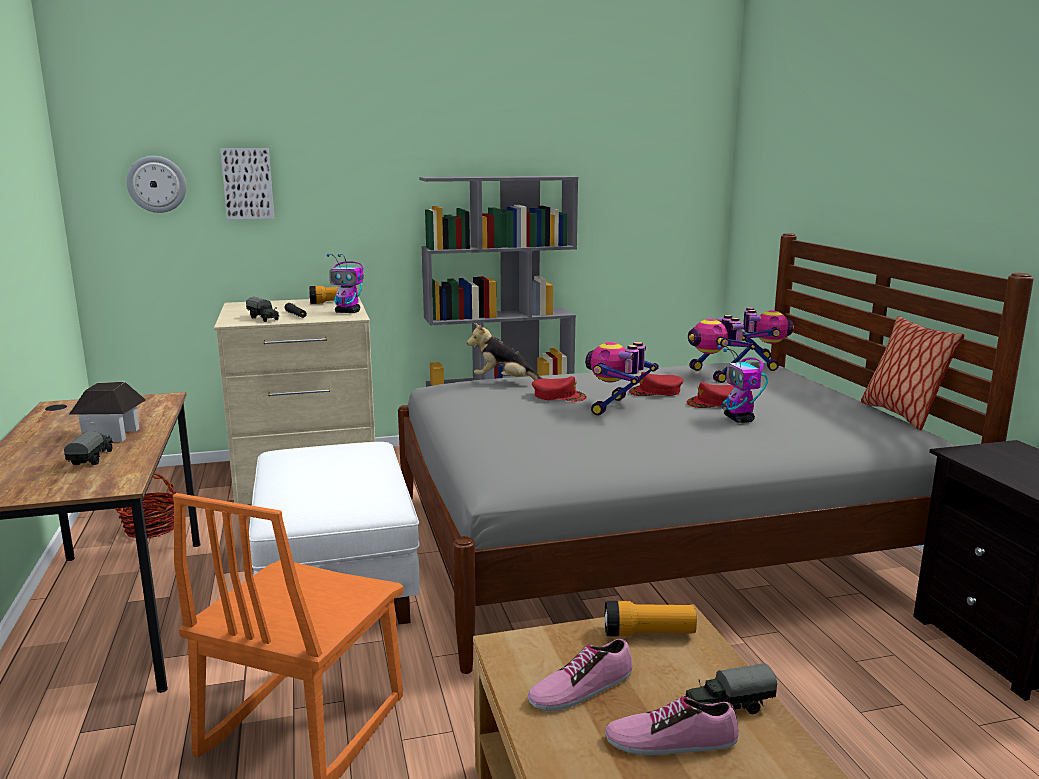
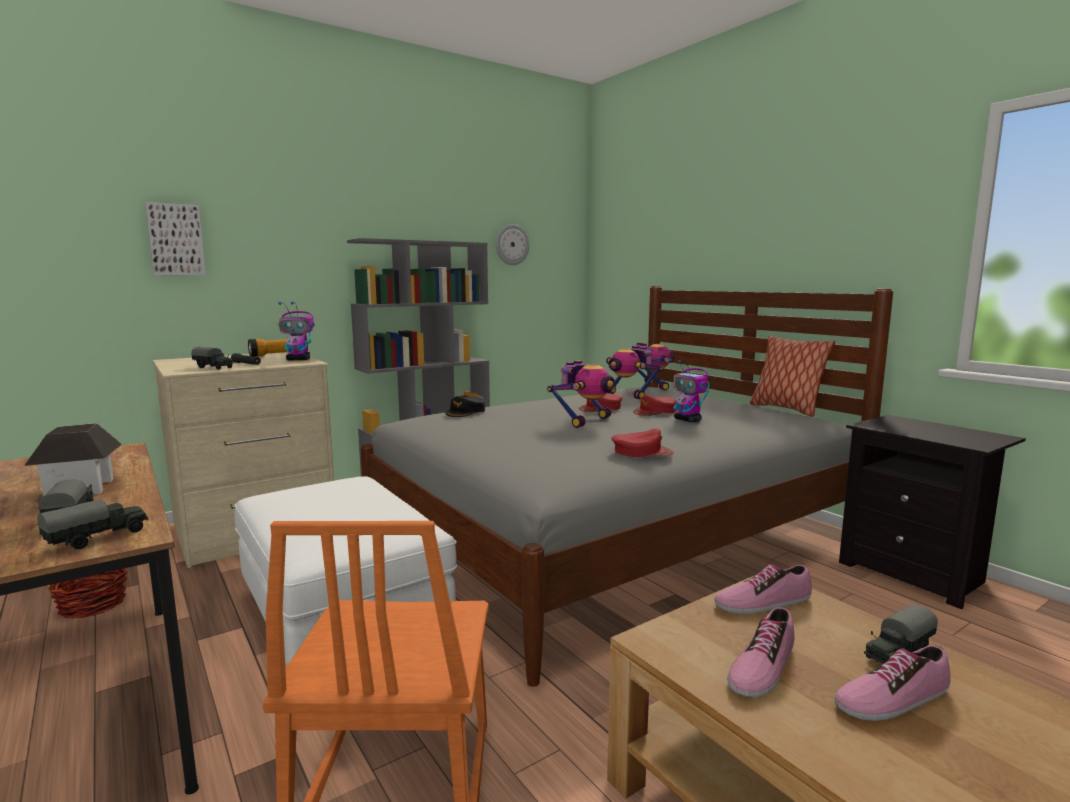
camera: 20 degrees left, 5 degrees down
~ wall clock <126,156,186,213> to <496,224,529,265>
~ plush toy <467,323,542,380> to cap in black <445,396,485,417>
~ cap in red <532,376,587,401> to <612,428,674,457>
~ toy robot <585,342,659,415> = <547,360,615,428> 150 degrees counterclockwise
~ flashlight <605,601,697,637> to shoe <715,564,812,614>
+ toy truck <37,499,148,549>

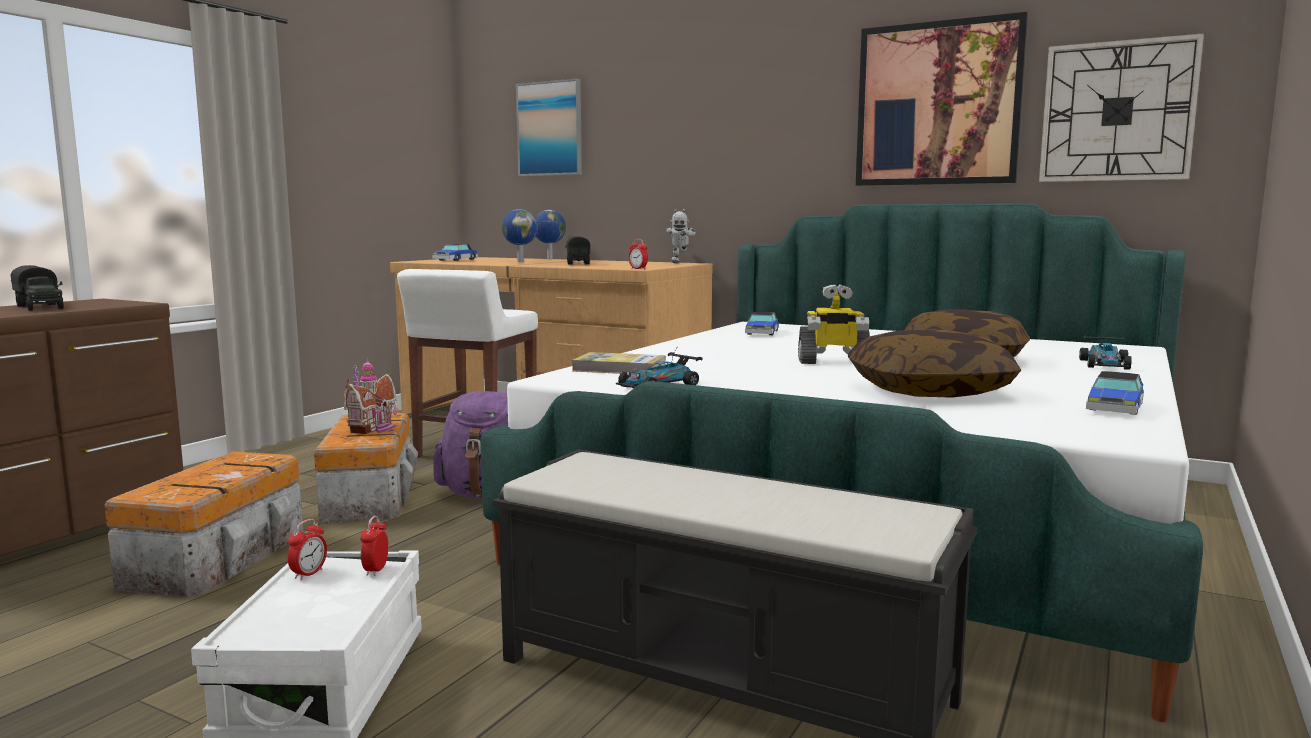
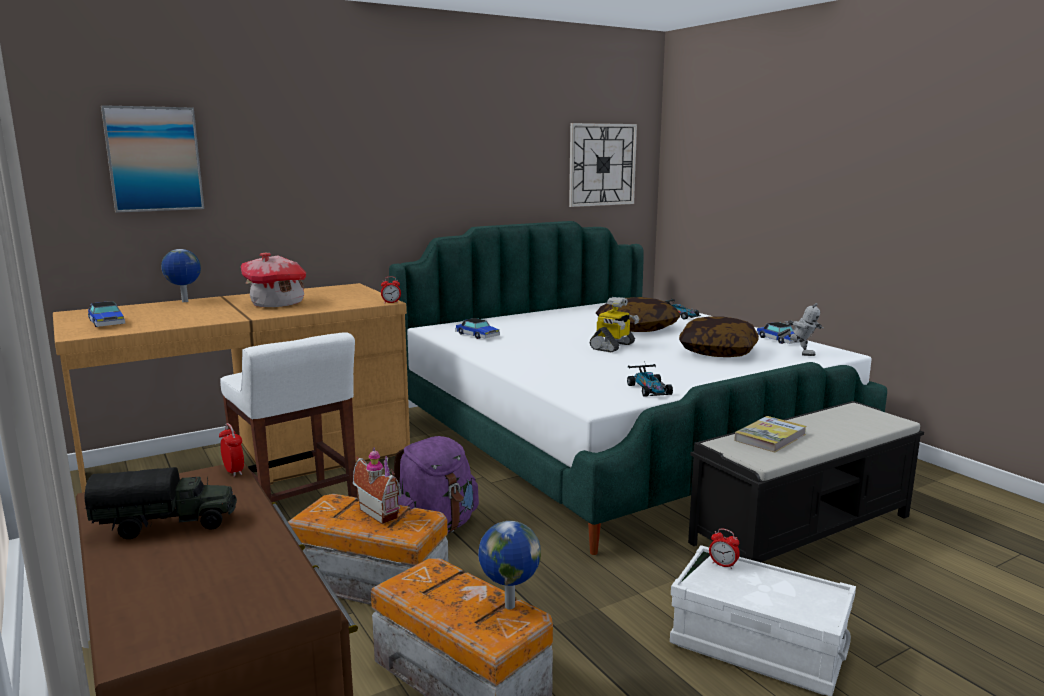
camera: 60 degrees left, 5 degrees up
~ alarm clock <288,519,327,580> to <219,423,244,477>
~ globe <502,209,538,262> to <478,521,541,609>
~ toy truck <565,236,590,265> to toy house <241,253,306,307>
~ book <572,352,666,374> to <734,416,807,453>
~ toy robot <666,209,696,263> to <777,303,824,356>
- picture <856,12,1028,186>

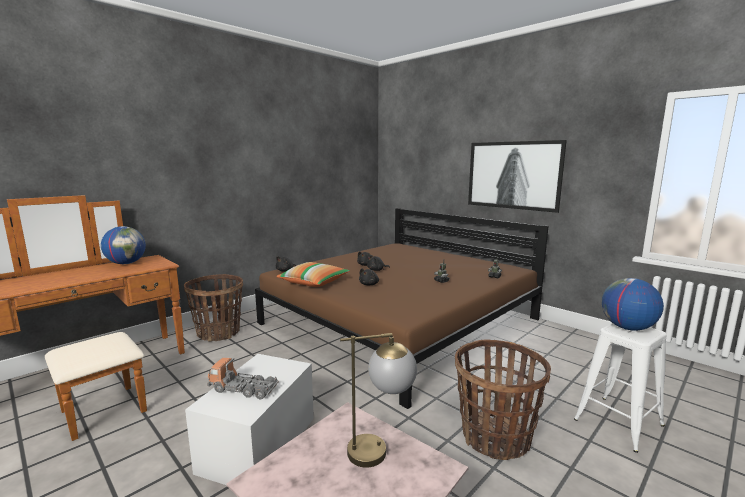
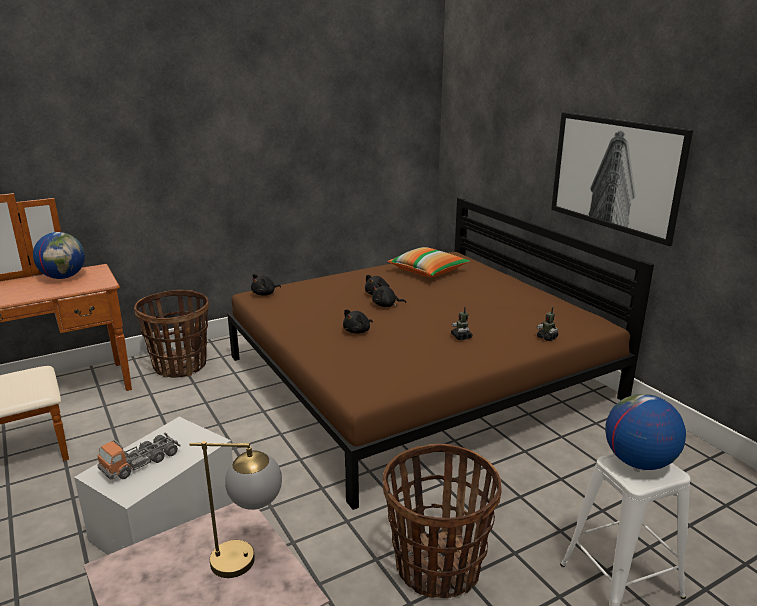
camera: 15 degrees right, 10 degrees up
~ toy truck <207,358,279,399> = <97,432,181,480> 75 degrees counterclockwise
~ pillow <276,262,349,287> to <387,247,470,277>

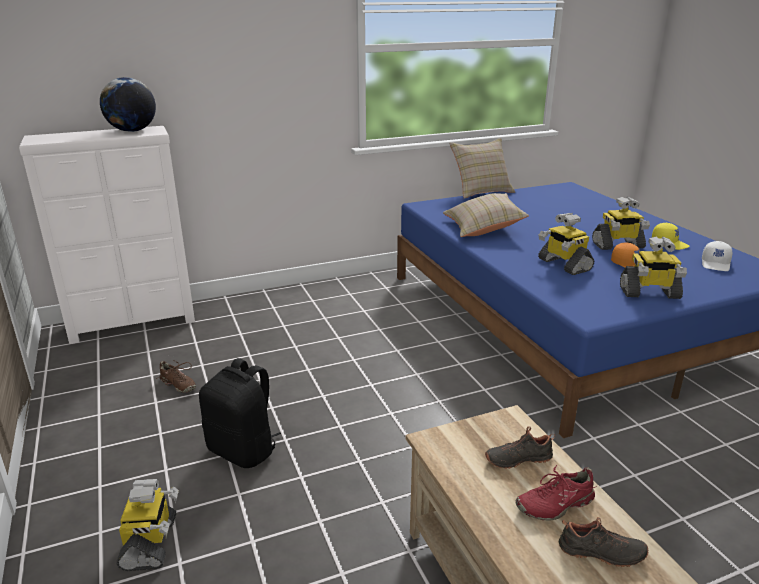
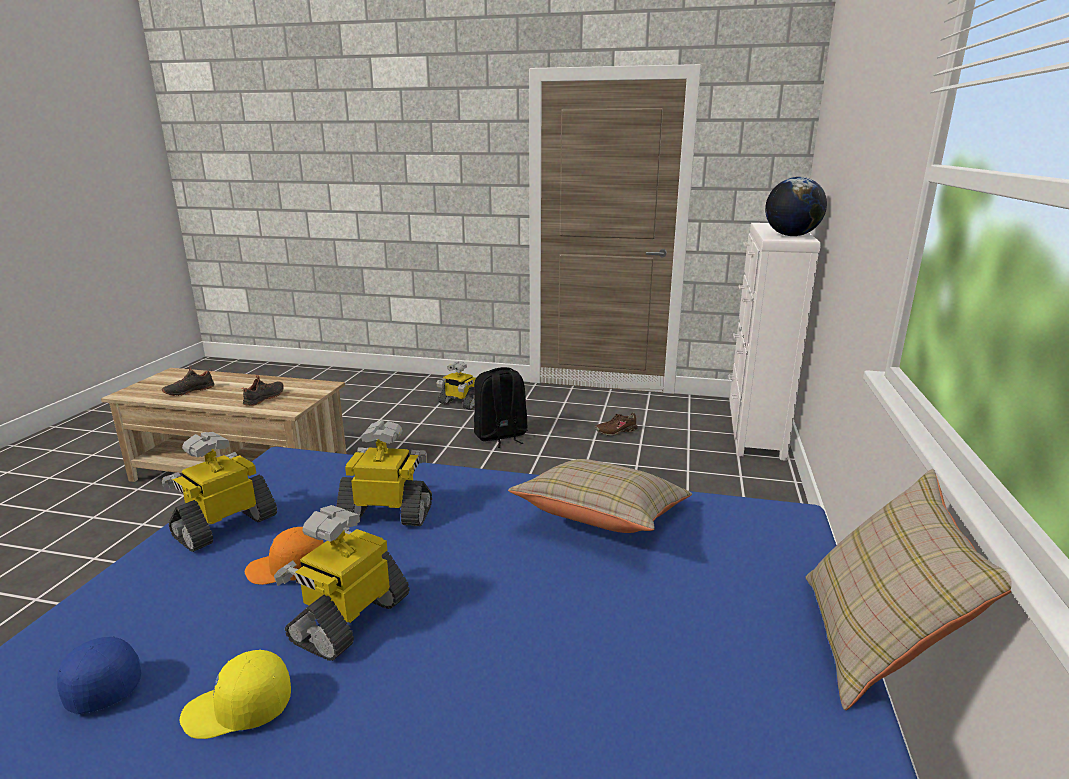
camera: 125 degrees right, 5 degrees down
- shoe in red <516,465,597,521>
~ cap in white <702,241,732,271> to cap in blue <57,636,141,714>

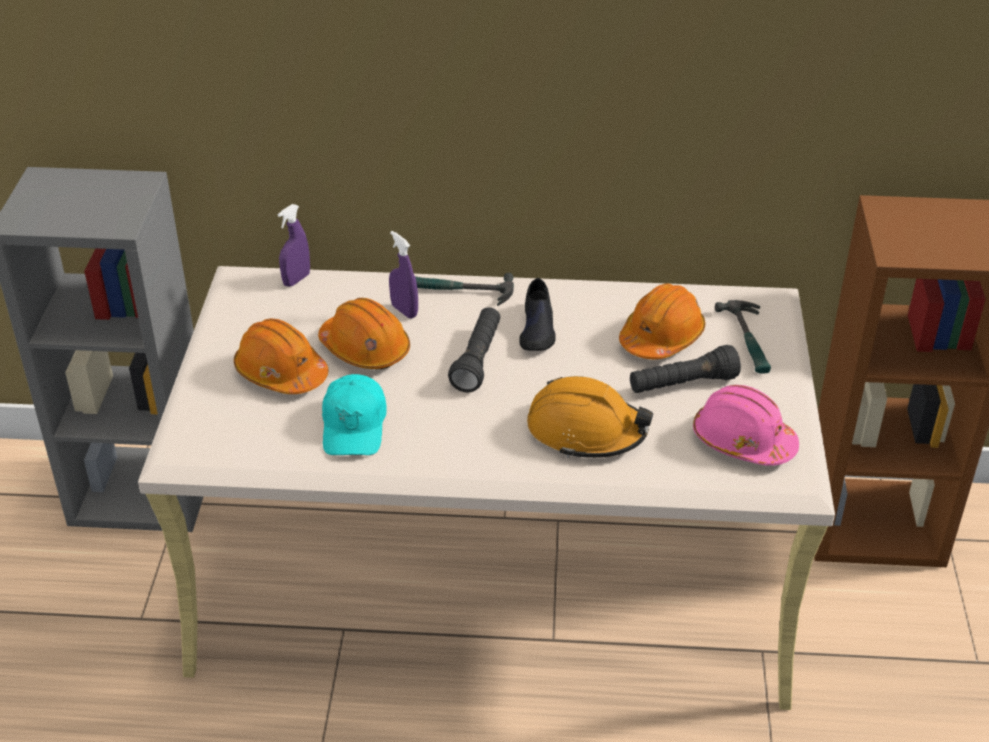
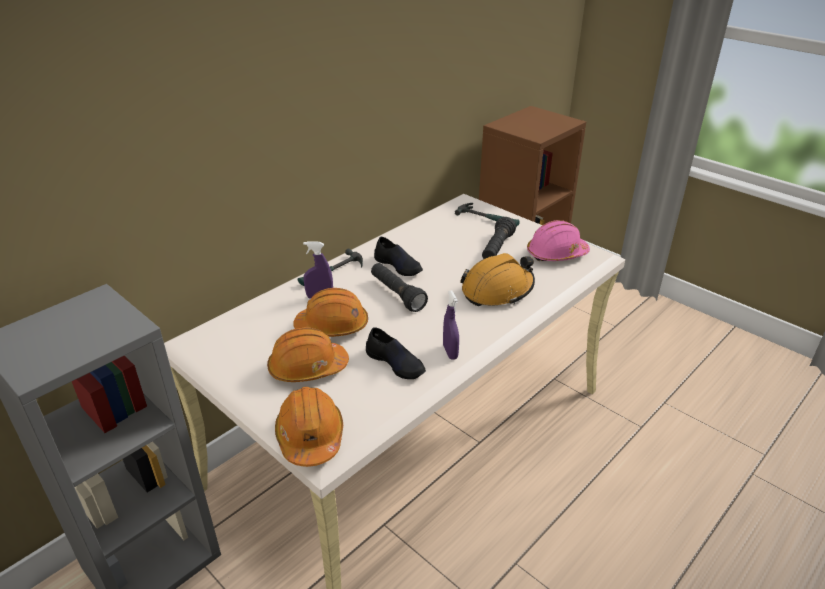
camera: 50 degrees left, 5 degrees down
~ spray bottle in purple <278,204,310,287> to <443,290,459,359>
~ cap in turquoise <322,374,387,455> to shoe in black <366,327,426,379>
~ hard hat in orange <619,283,705,359> to <275,387,343,467>

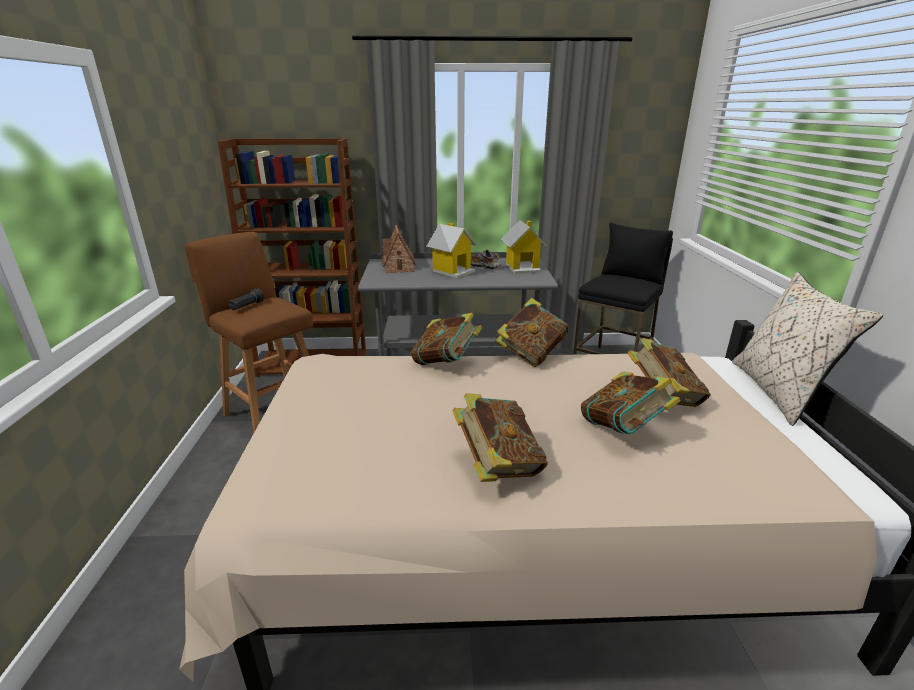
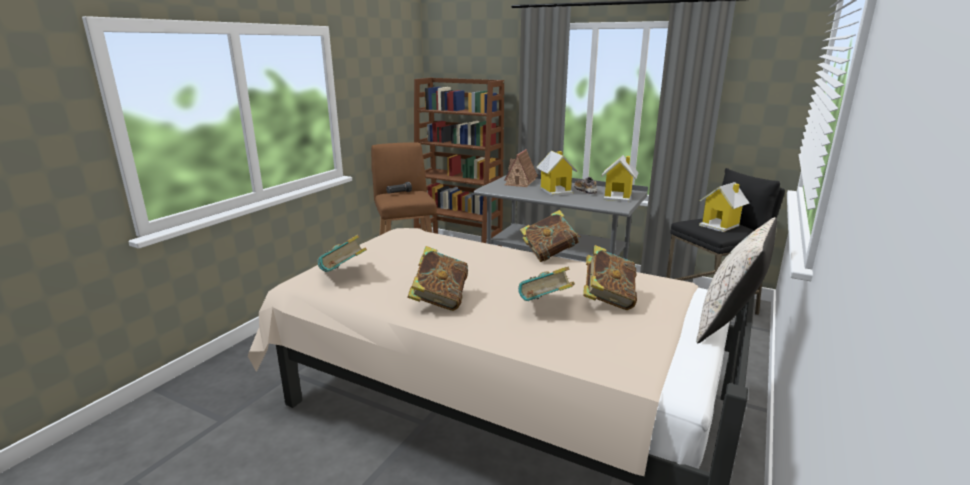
camera: 30 degrees right, 5 degrees down
~ book <411,313,482,365> to <317,235,367,272>
+ toy house <699,182,749,232>

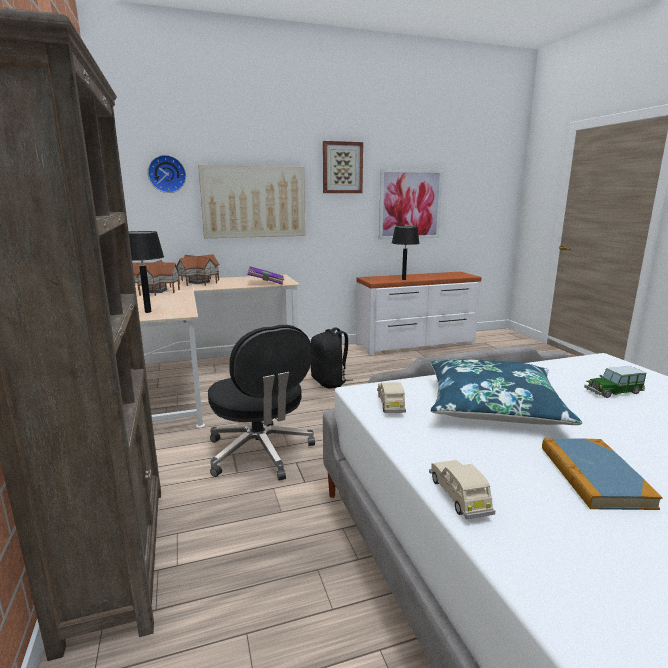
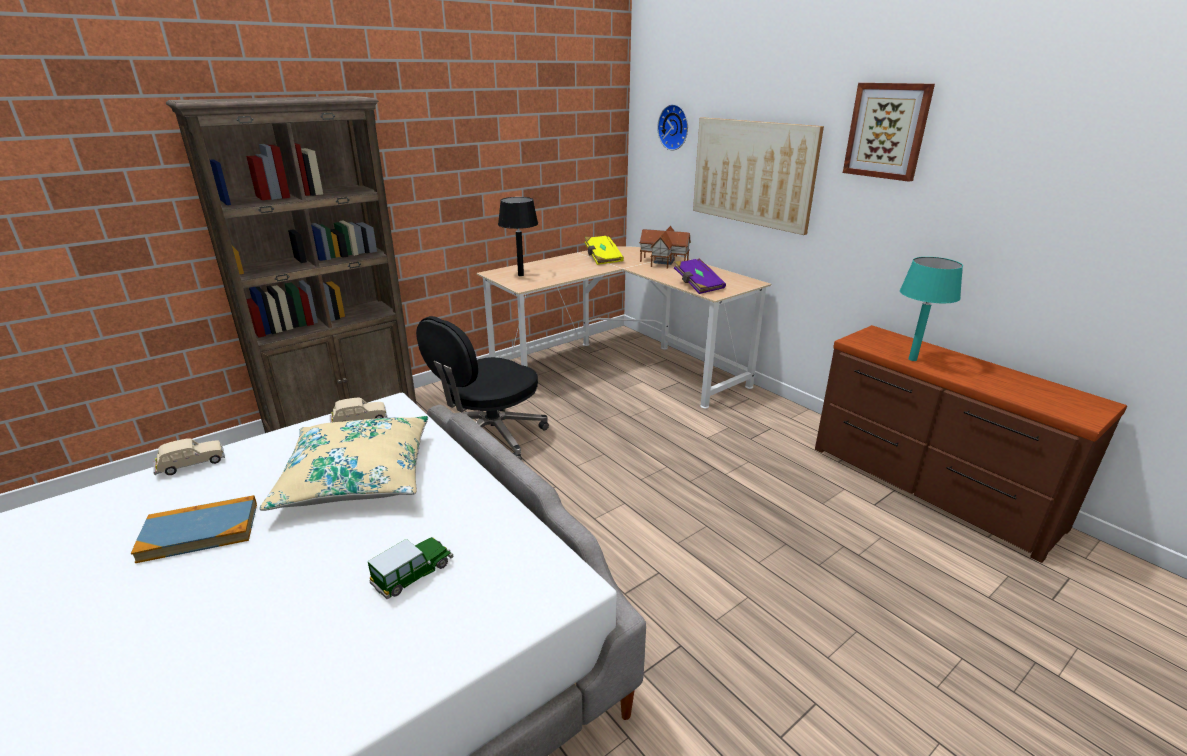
camera: 70 degrees right, 10 degrees up
~ toy house <132,260,180,296> to book in yellow <585,235,624,265>
- backpack in black <311,327,353,389>
~ dresser in white <356,272,482,355> to dresser in brown <815,325,1127,563>
- picture <379,169,443,240>
~ table lamp in black <392,226,420,280> to table lamp in turquoise <900,257,963,361>
~ pillow in blue <430,359,582,425> to pillow in beige <260,416,428,511>
~ toy car <584,366,646,398> = <368,537,454,599> 75 degrees clockwise

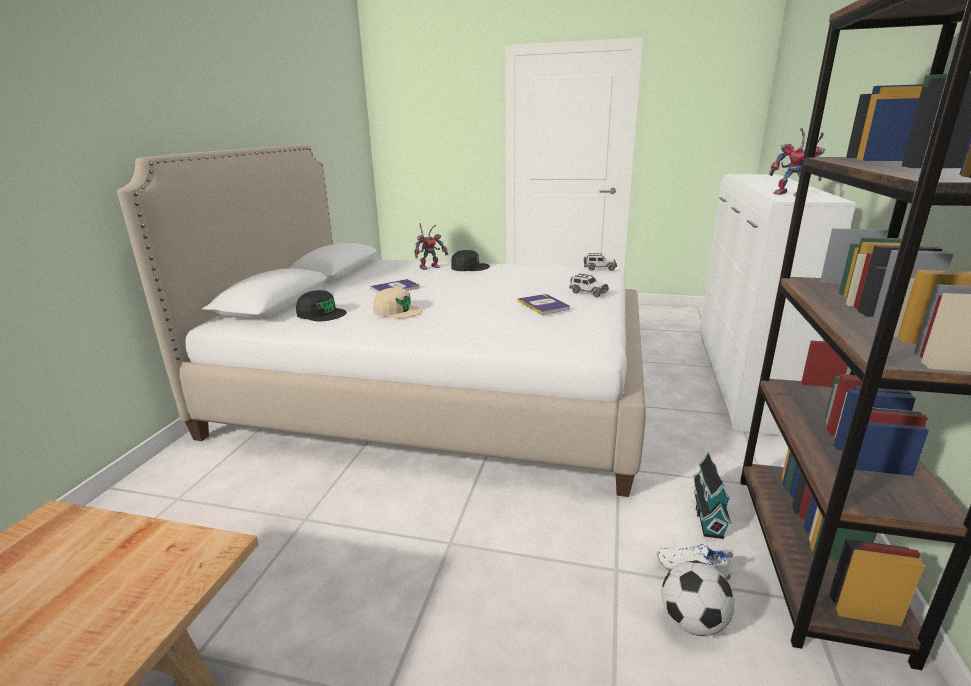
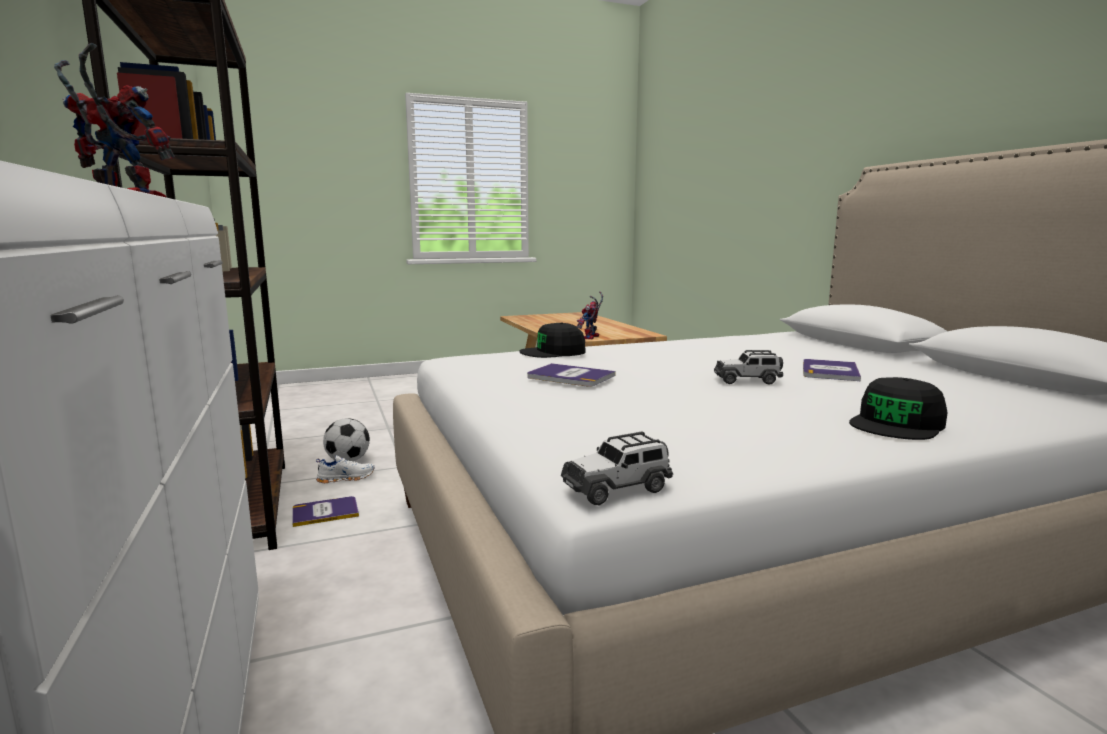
camera: 145 degrees right, 10 degrees down
~ cap in black <296,290,347,321> to <519,323,585,358>
- cap in beige <373,287,423,319>
~ toy robot <414,223,448,270> to <577,291,603,339>
~ toy car <569,273,609,297> to <714,350,783,384>
~ toy house <693,452,732,539> to book <292,496,359,527>

